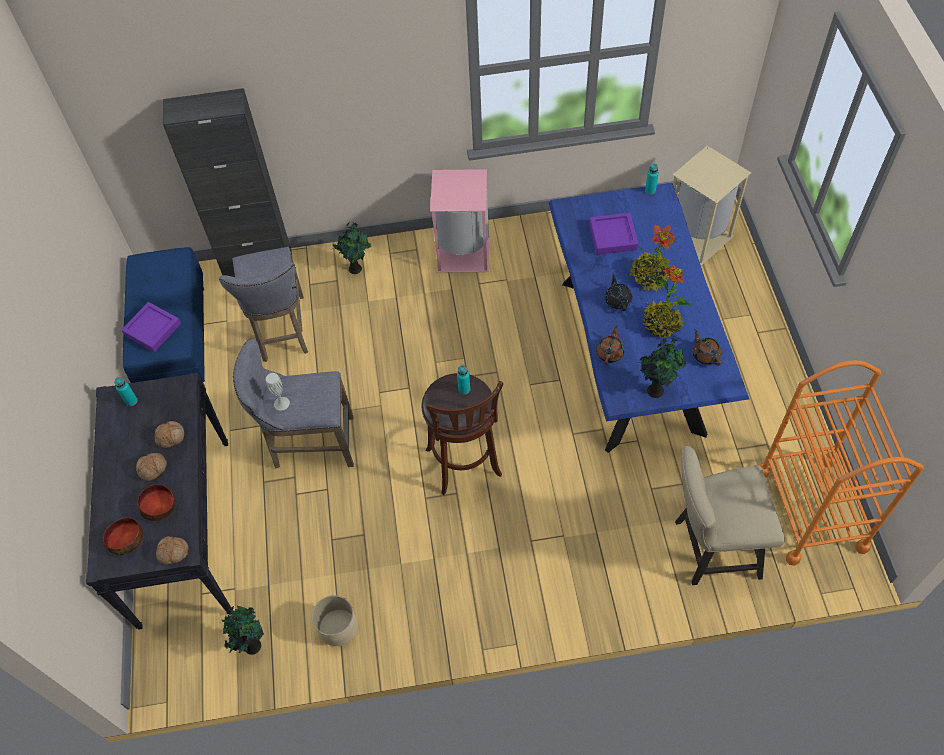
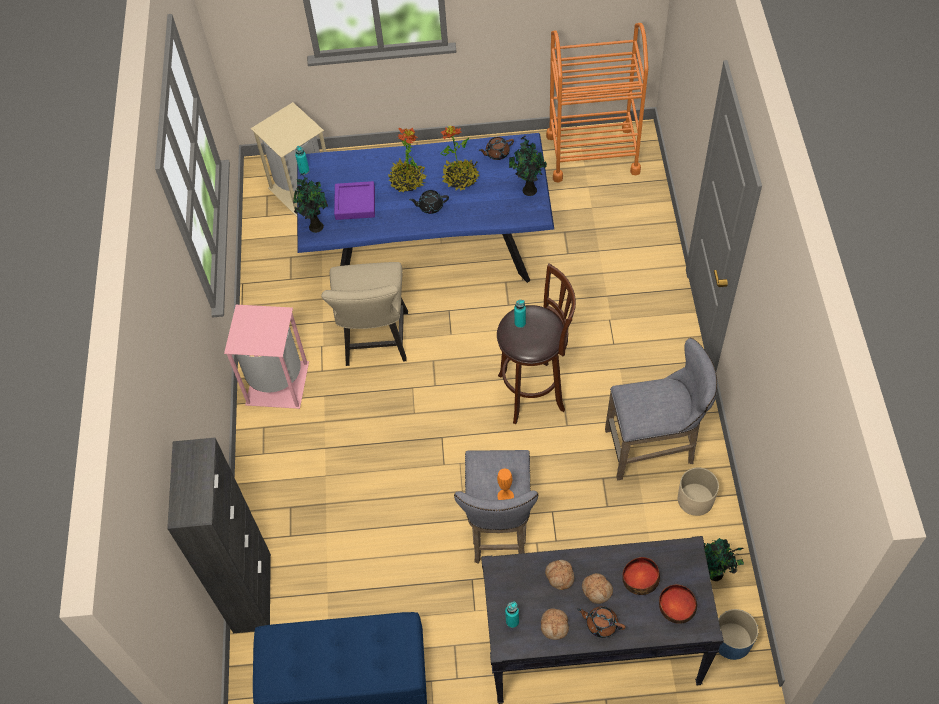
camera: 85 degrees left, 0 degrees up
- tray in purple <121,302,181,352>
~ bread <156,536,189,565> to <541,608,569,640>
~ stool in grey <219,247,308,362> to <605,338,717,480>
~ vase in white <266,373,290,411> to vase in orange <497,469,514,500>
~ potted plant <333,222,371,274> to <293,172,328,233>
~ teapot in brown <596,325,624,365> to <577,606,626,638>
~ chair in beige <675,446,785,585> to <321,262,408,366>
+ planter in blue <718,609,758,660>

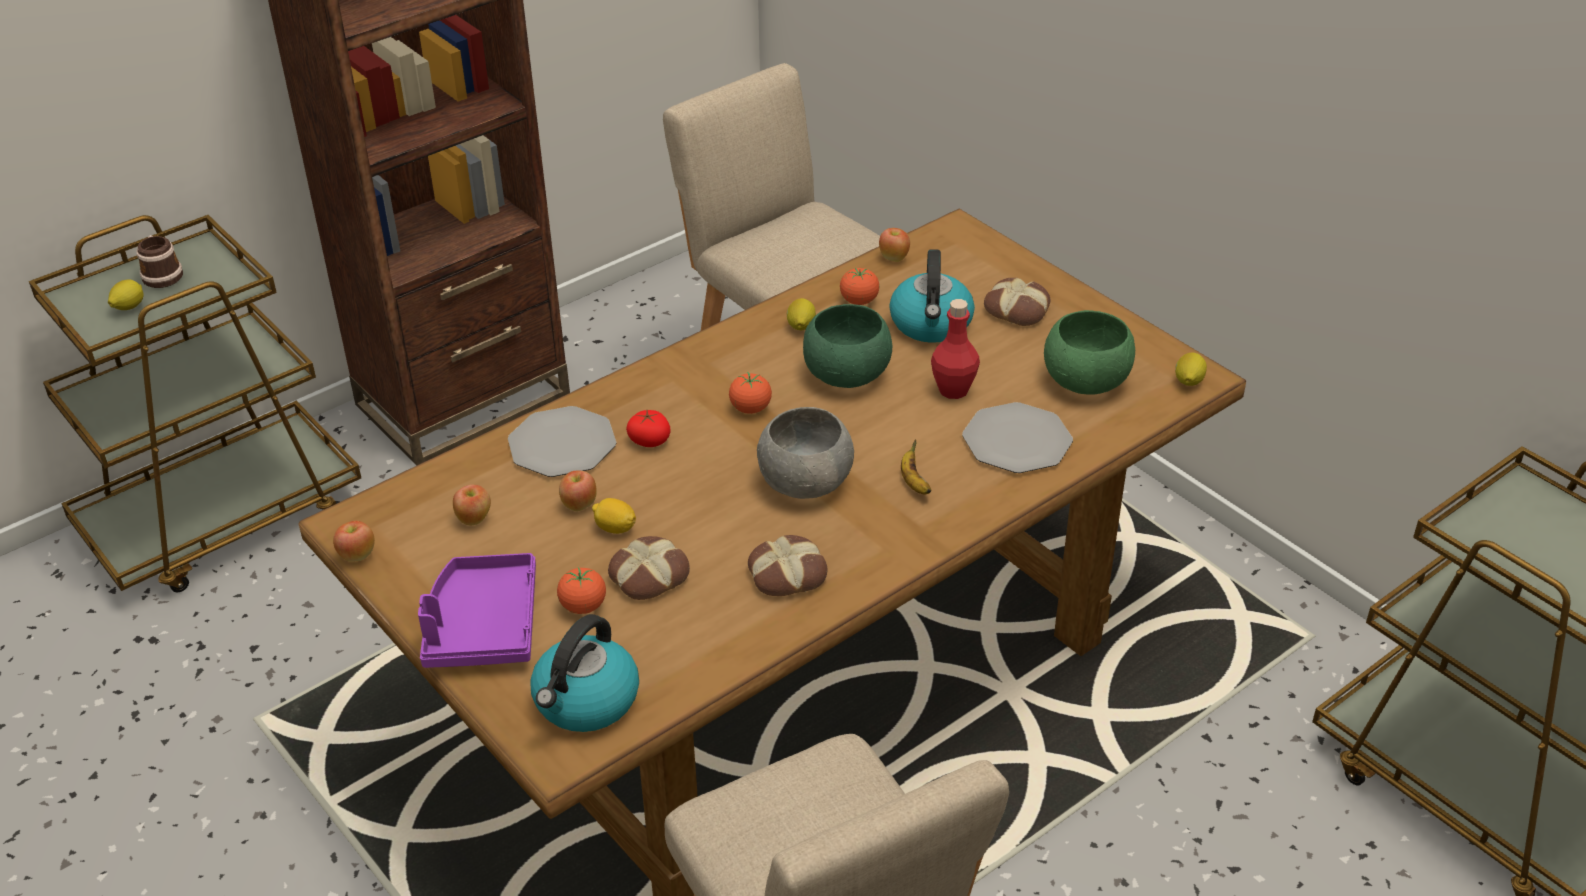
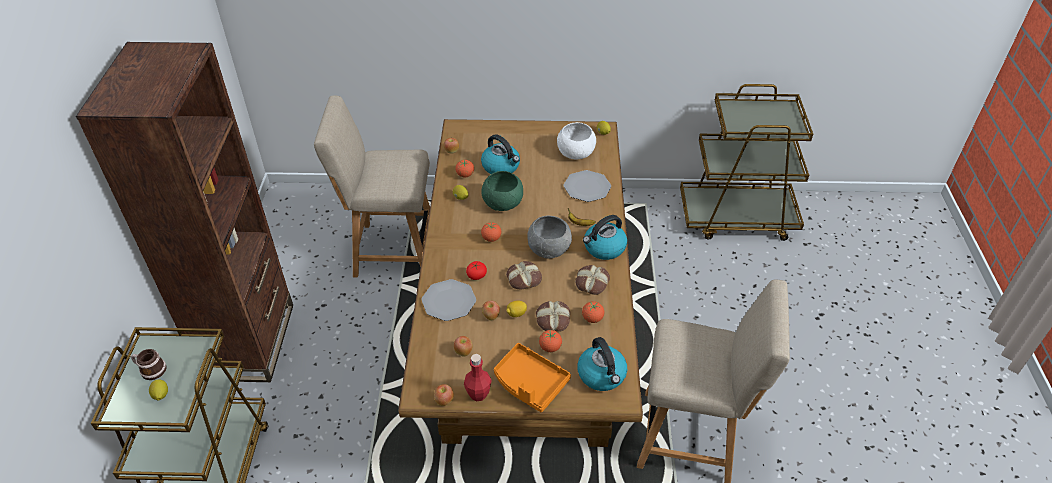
camera: 50 degrees left, 5 degrees up
~ tray in purple <418,553,536,668> to tray in orange <494,343,571,412>
~ bottle in red <931,299,980,399> to <464,354,492,401>
~ bread <984,278,1050,326> to <506,261,542,289>
~ bowl in green <1044,310,1135,395> to bowl in white <557,122,596,160>
+ tomato <582,301,604,323>
+ kettle <583,215,627,260>

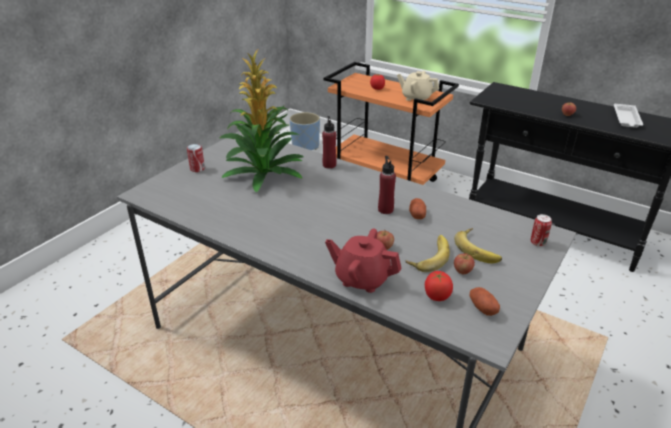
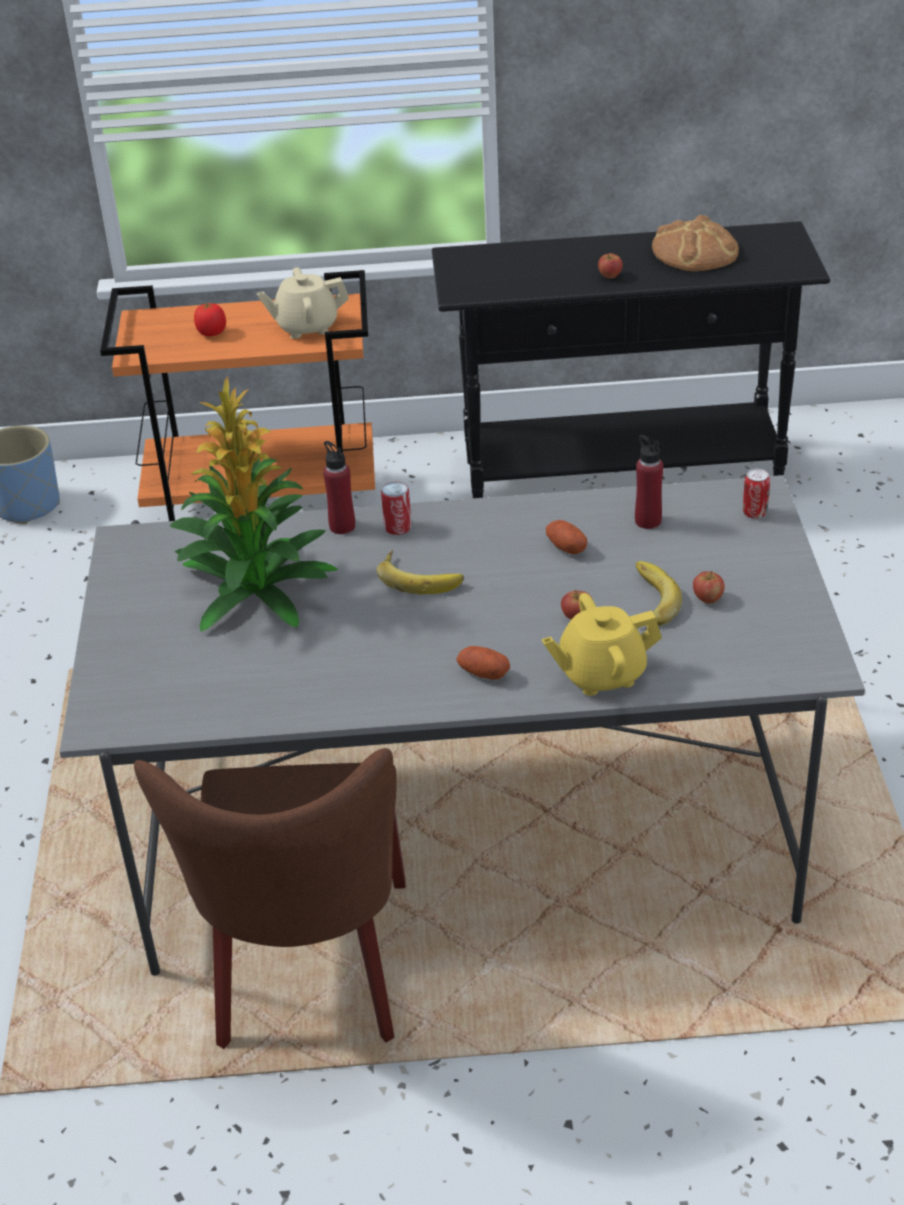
camera: 35 degrees left, 5 degrees up
~ can <187,144,205,172> to <381,482,412,535>
~ teapot in red <325,229,401,293> to teapot in yellow <542,593,662,696>
~ bottle in red <378,156,396,214> to <635,435,663,529>
- tomato <425,271,453,301>
~ banana <454,228,502,264> to <376,550,464,595>
~ potato <469,287,500,316> to <456,646,510,680>
~ tray in white <614,104,643,128> to bread <652,215,739,271>
+ chair in brown <134,748,406,1049>

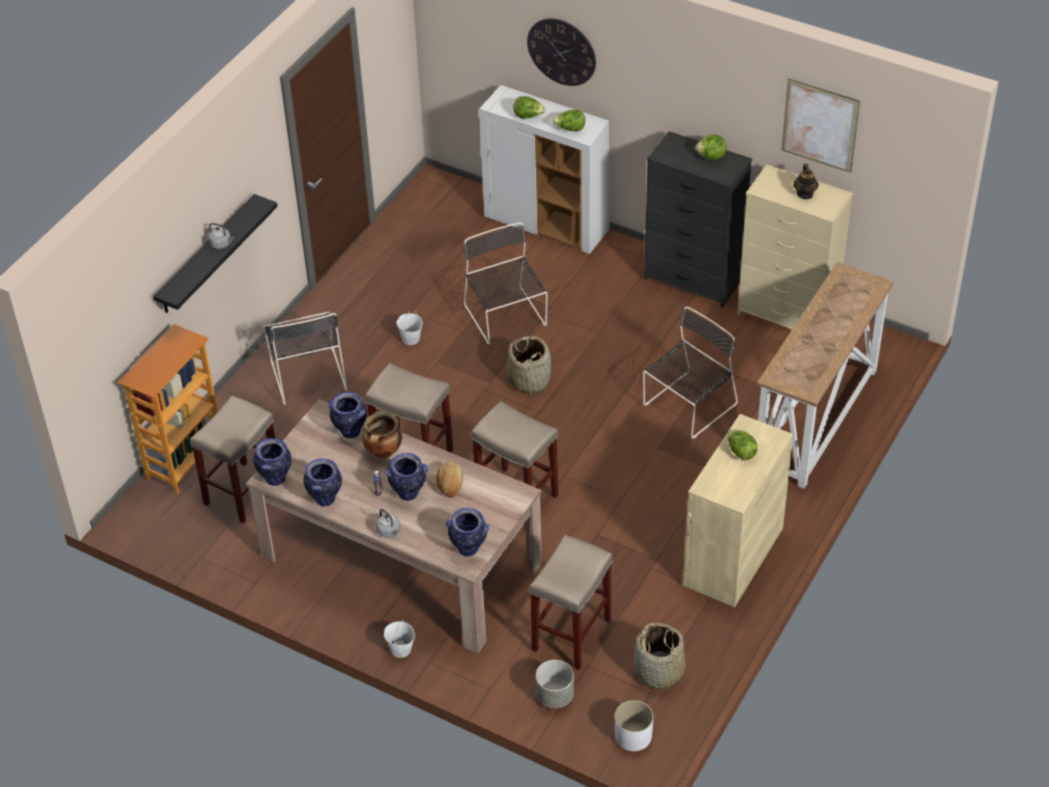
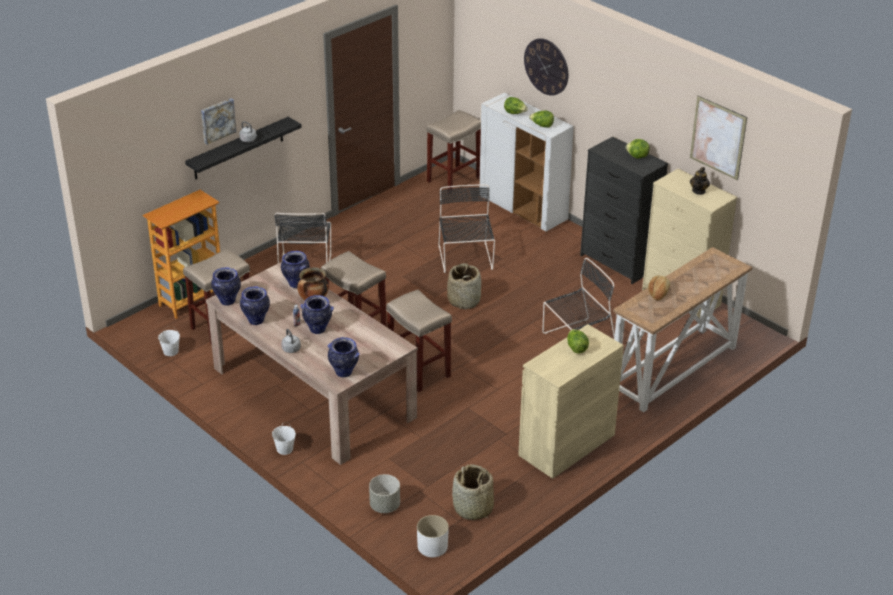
camera: 15 degrees right, 10 degrees down
~ bucket in white <397,310,423,345> to <158,326,180,356>
~ bread <436,462,463,498> to <648,275,670,300>
~ stool in beige <529,535,613,670> to <426,110,481,194>
+ picture <201,98,236,145>

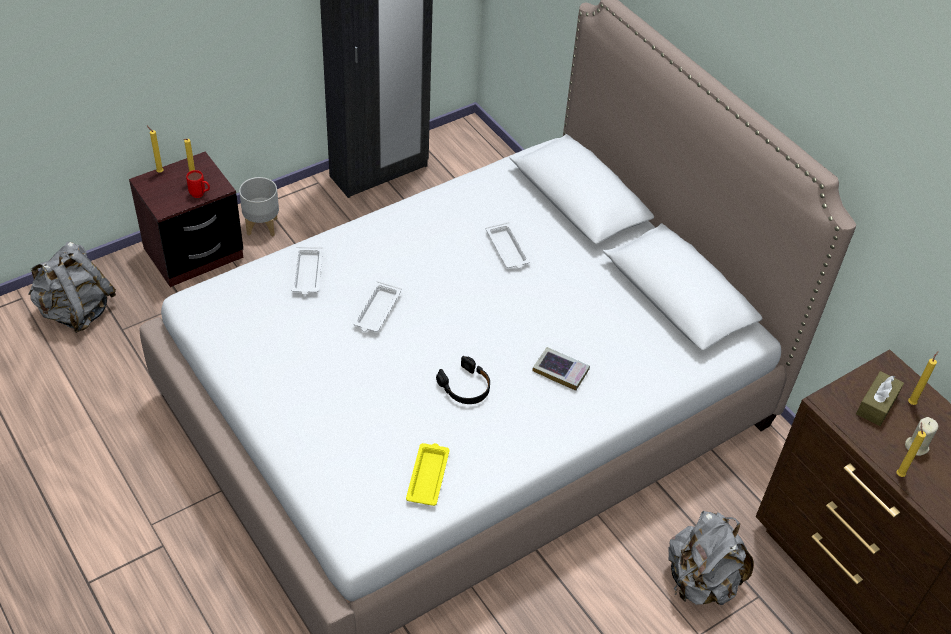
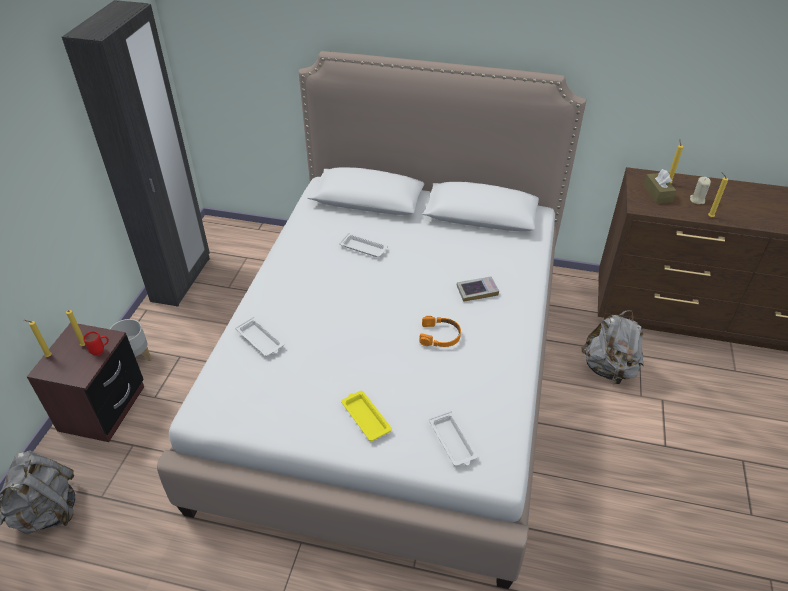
camera: 40 degrees left, 5 degrees down
~ tray in white <353,281,402,332> to <429,411,478,466>
~ tray in yellow <406,443,450,506> to <341,391,392,441>
~ headphones in black <436,356,490,404> to headphones in orange <419,316,461,347>

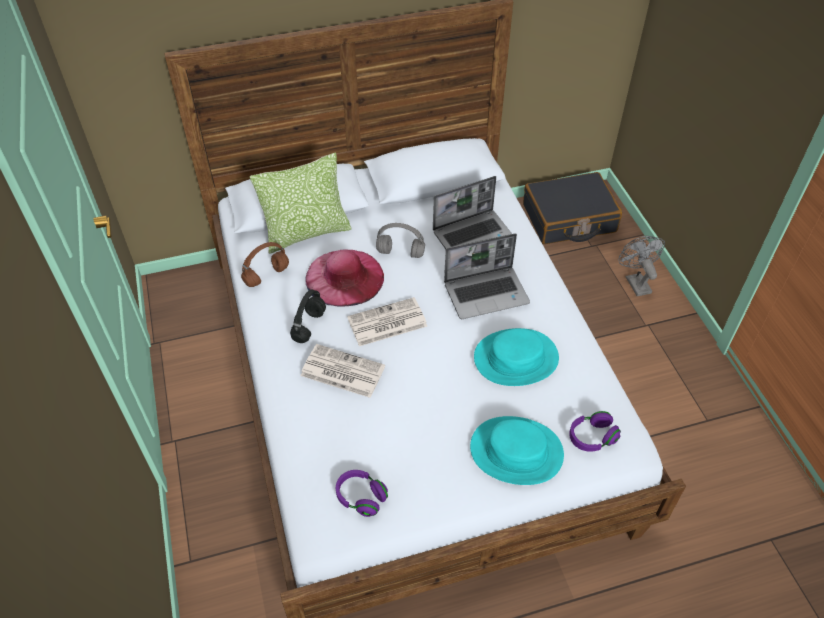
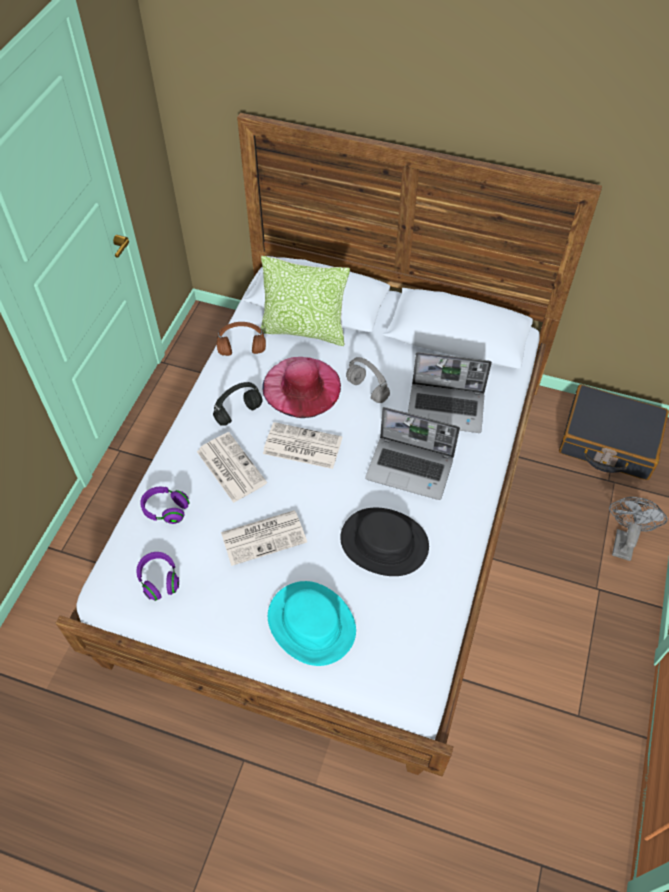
camera: 35 degrees right, 5 degrees up
~ hat in turquoise <474,328,559,386> to hat in black <340,508,429,576>
~ headphones in purple <569,411,621,452> to <140,487,190,524>
+ newspaper <221,510,307,566>

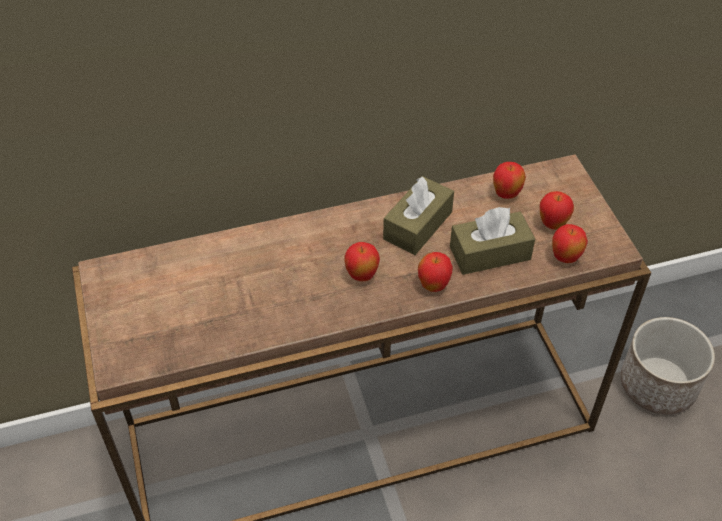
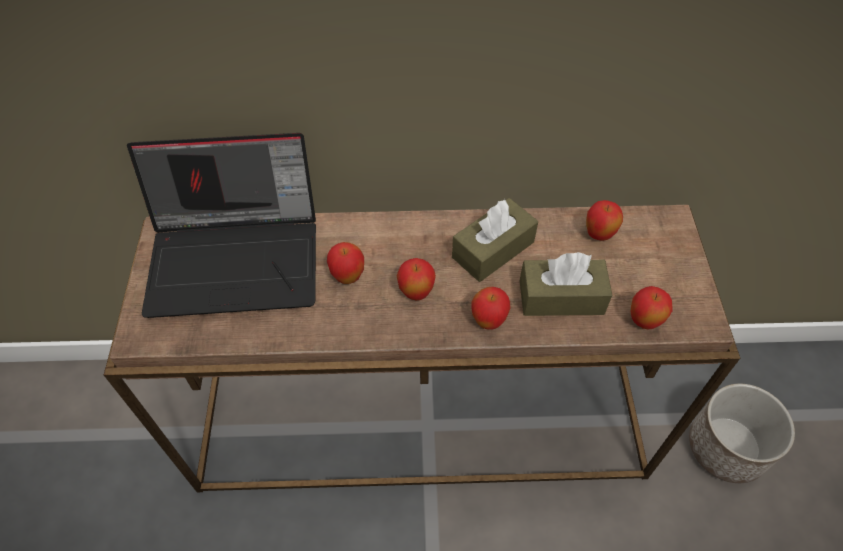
camera: 15 degrees right, 5 degrees up
~ apple <540,191,574,230> to <327,242,364,284>
+ laptop <127,133,316,318>

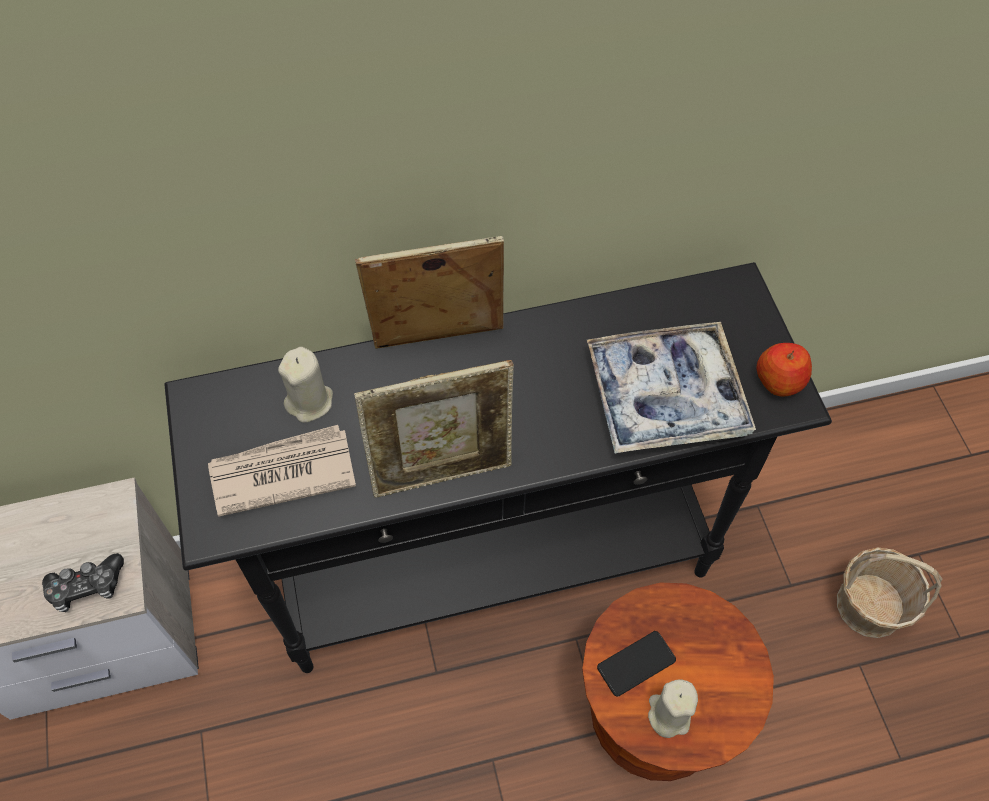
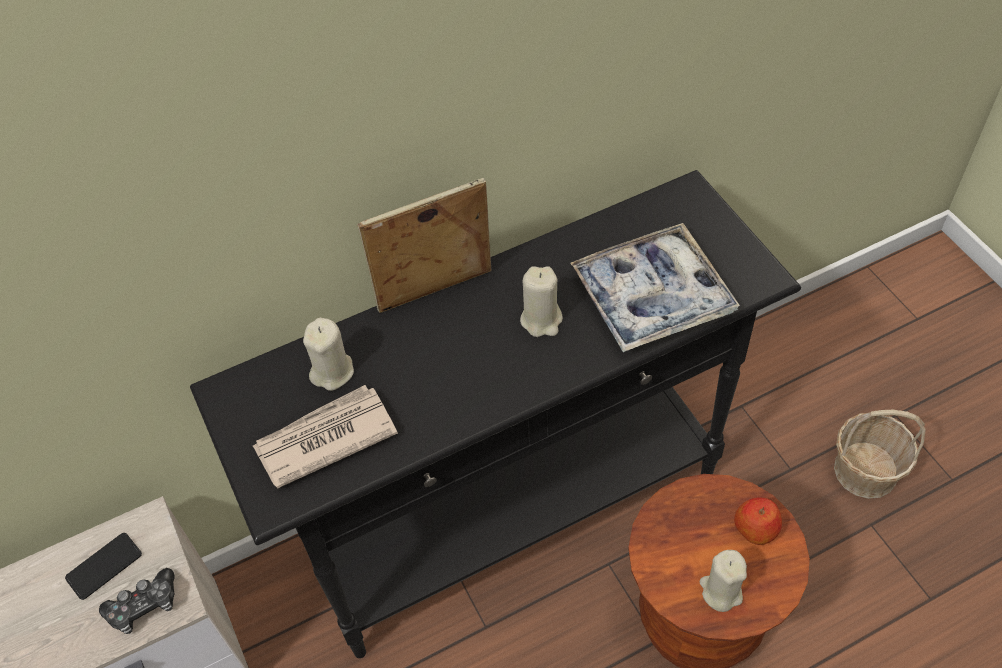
camera: 10 degrees left, 5 degrees down
- picture frame <354,360,514,498>
~ phone <597,631,676,696> to <65,533,142,600>
~ apple <757,343,812,397> to <734,498,782,545>
+ candle in beige <520,266,563,337>

